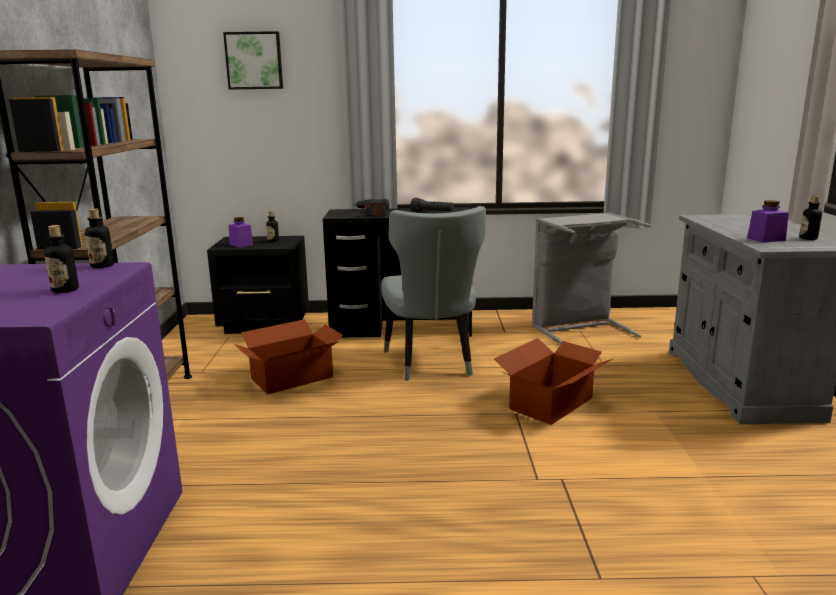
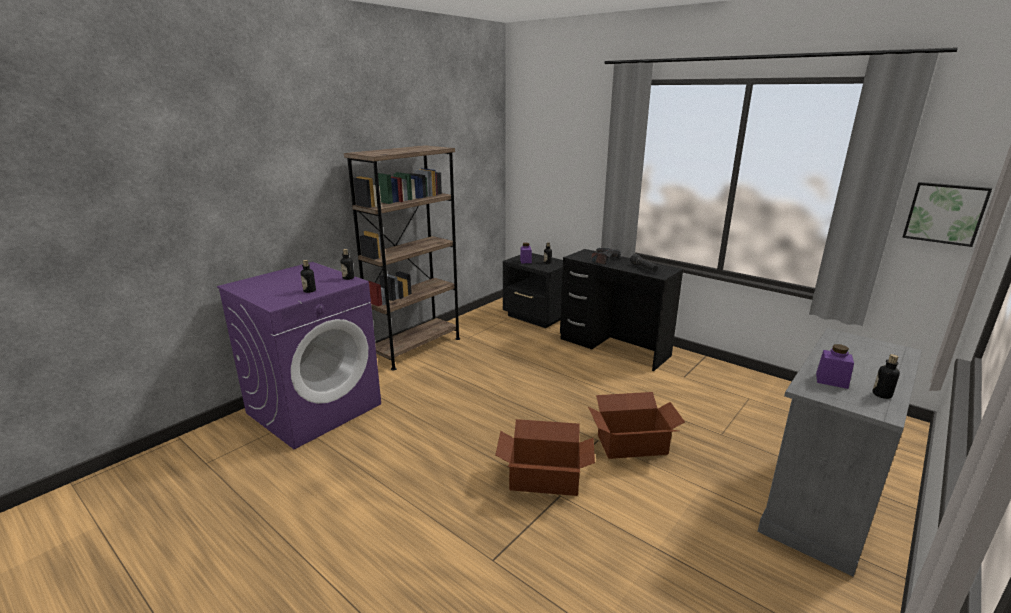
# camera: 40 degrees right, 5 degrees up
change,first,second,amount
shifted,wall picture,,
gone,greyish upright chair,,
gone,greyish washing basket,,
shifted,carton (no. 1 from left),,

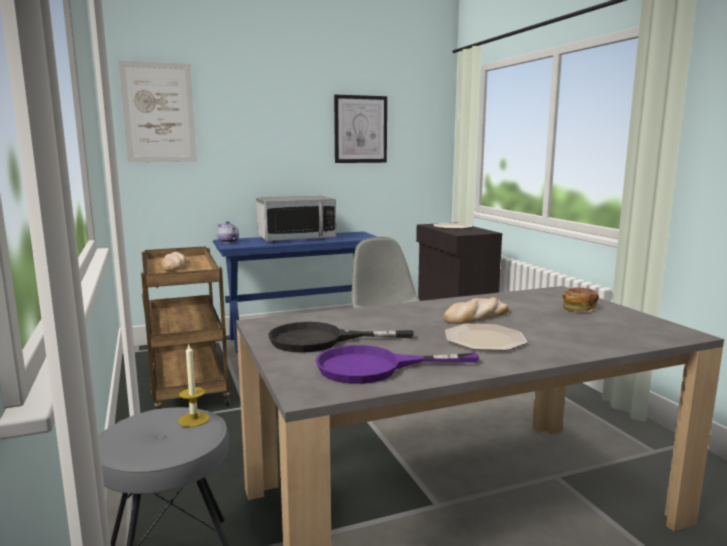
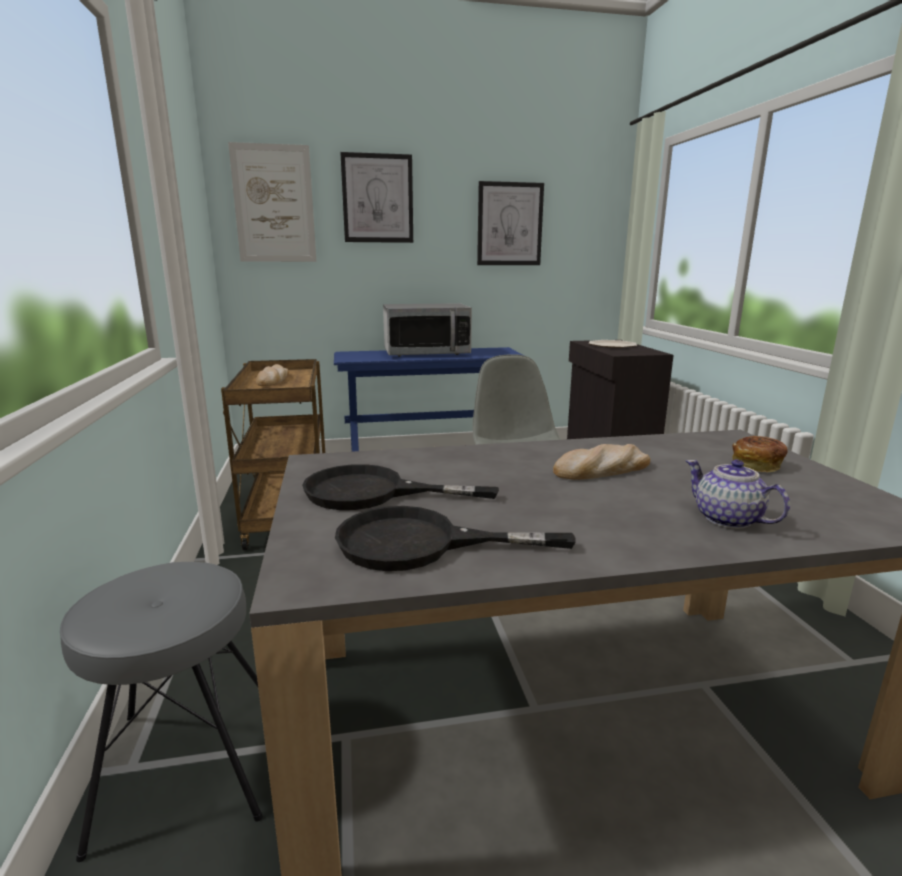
# camera: 10 degrees right, 5 degrees up
change,first,second,amount
shifted,tea pot,,
gone,plate (no. 2 from left),,
gone,wax candle,,
repainted,purple skillet,black skillet (no. 2 from left),
new,,wall picture (no. 2 from left),

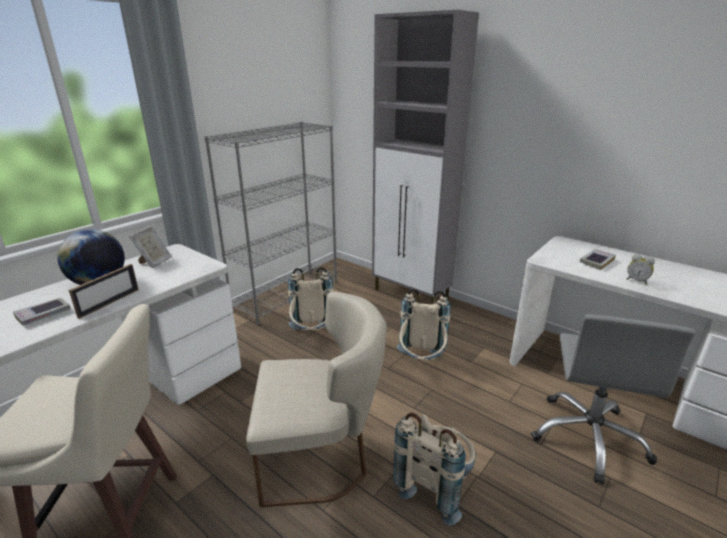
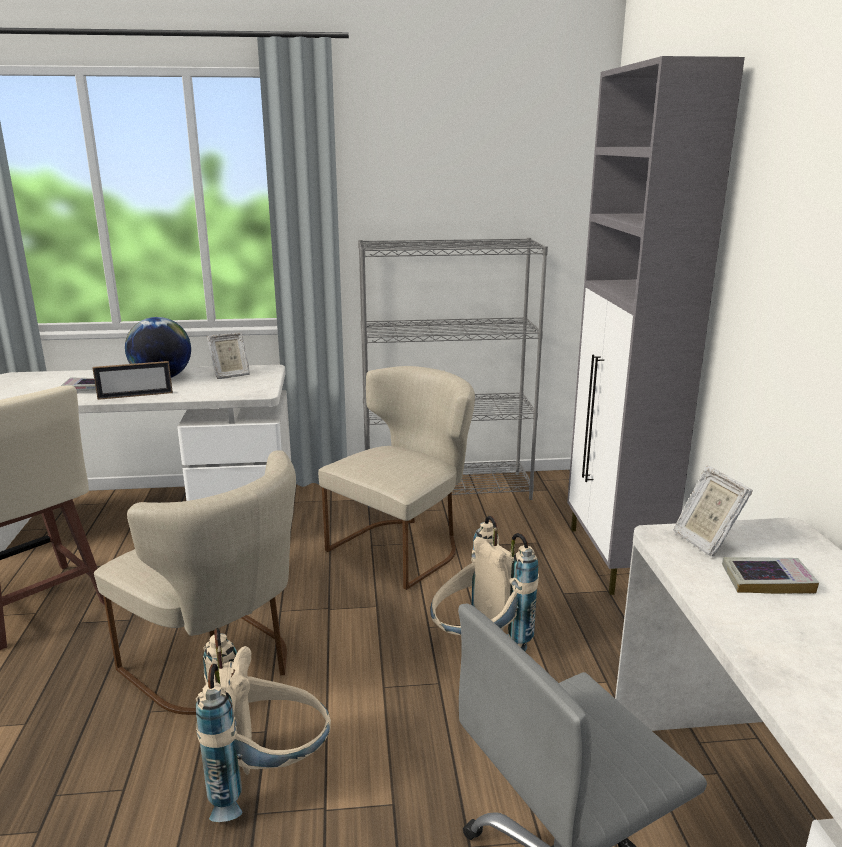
# camera: 45 degrees right, 5 degrees down
change,first,second,amount
gone,table clock,,
swapped,beige rucksack (no. 1 from left),beige upright chair (no. 2 from left),
new,,photo frame (no. 3 from left),

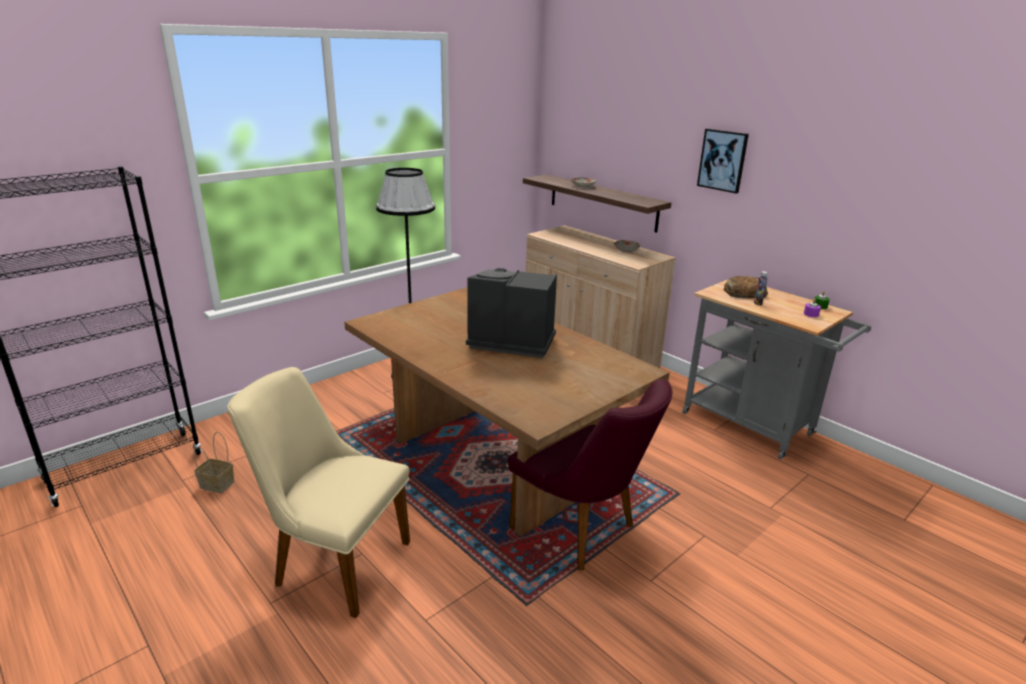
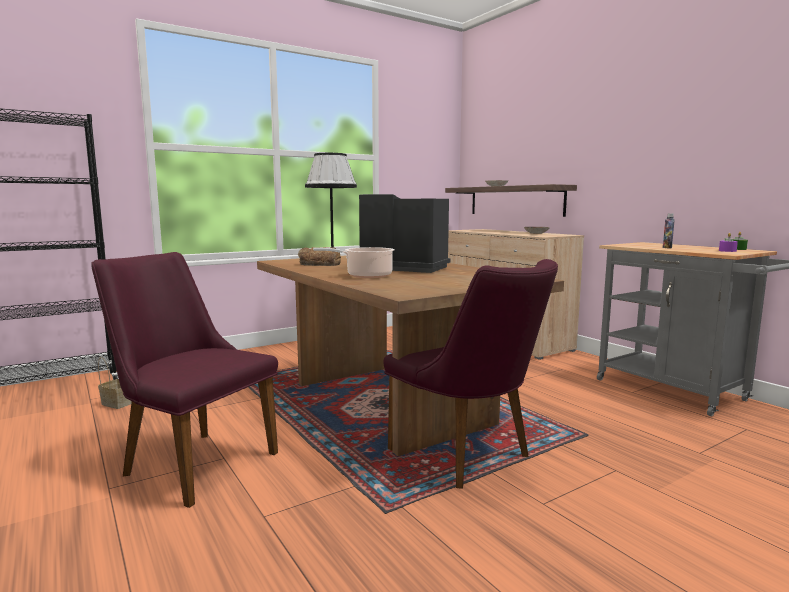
# camera: 10 degrees right, 15 degrees down
change,first,second,amount
gone,wall picture,,
shifted,baked bread,,
repainted,beige upright chair,purple upright chair (no. 1 from left),
new,,saucepot,

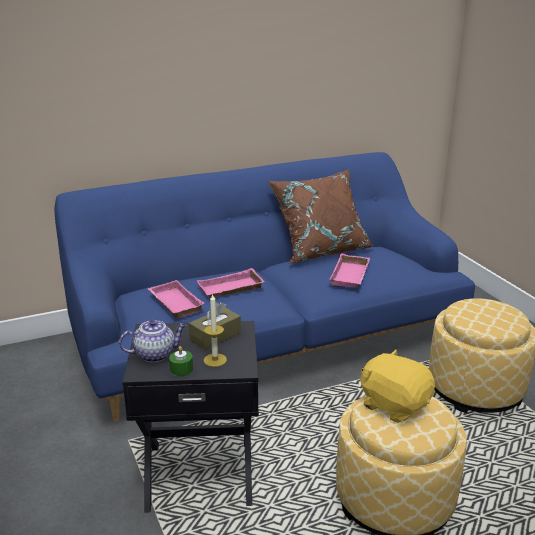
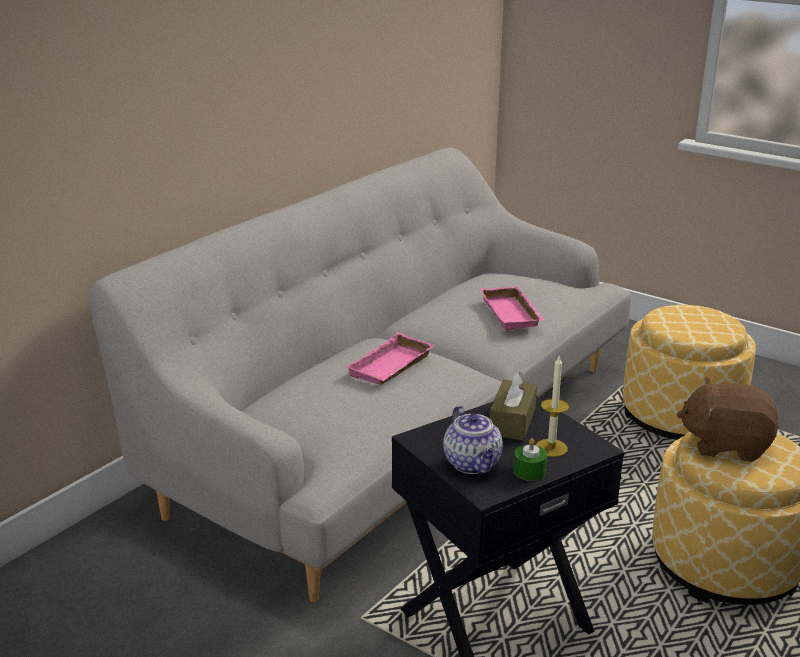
# camera: 30 degrees left, 0 degrees up
change,first,second,amount
repainted,blue-coloured settee,greyish settee,
gone,brownish cushion,,
gone,pinkish serving tray (no. 1 from left),,
rotated,tea pot,,120 degrees clockwise
repainted,yellow-coloured cuddly toy,brownish cuddly toy,

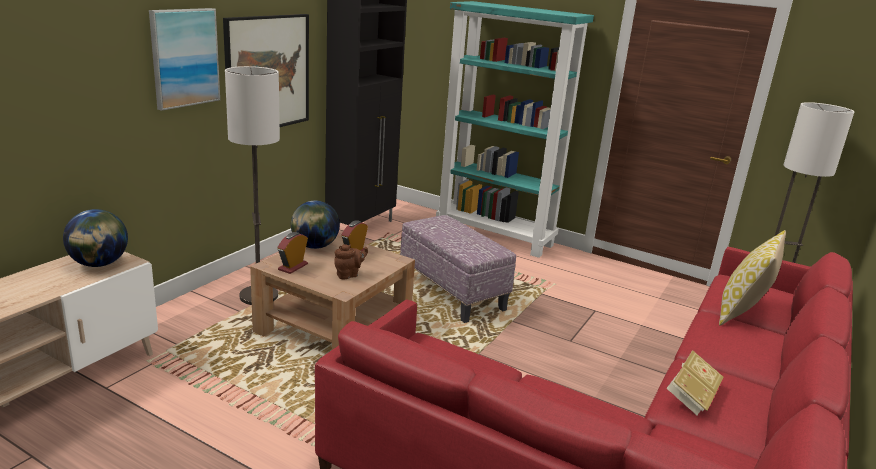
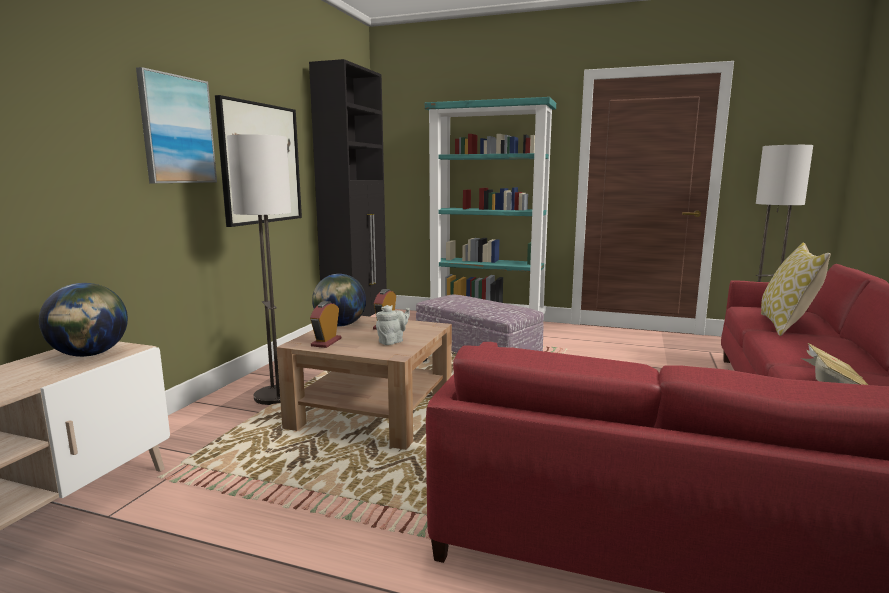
# camera: 10 degrees left, 10 degrees down
change,first,second,amount
repainted,brownish tea pot,greyish tea pot,

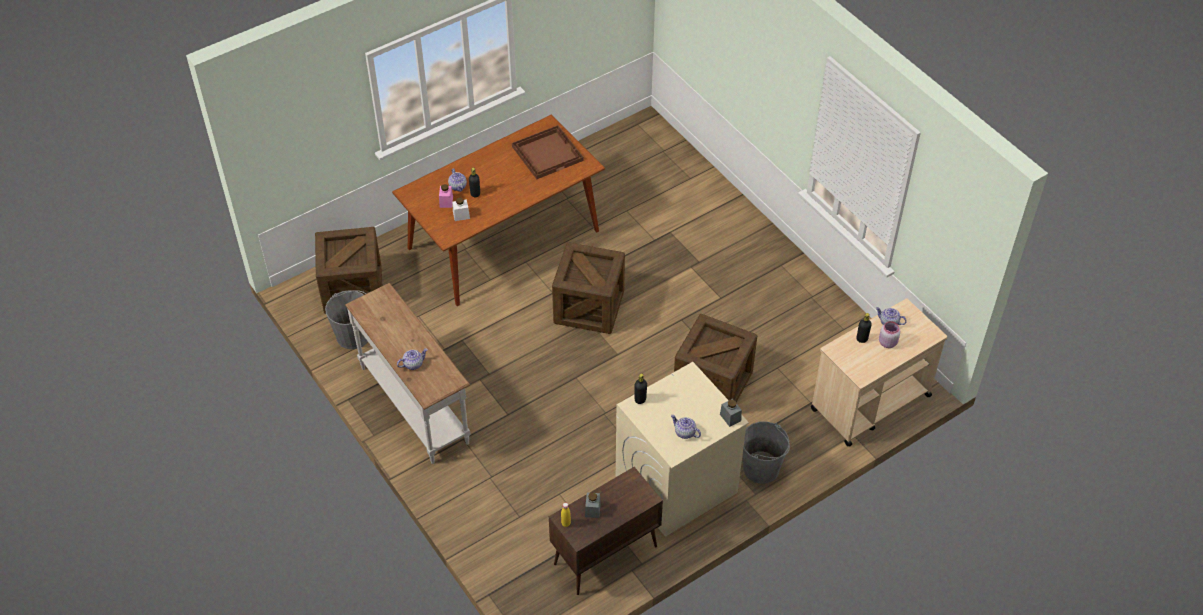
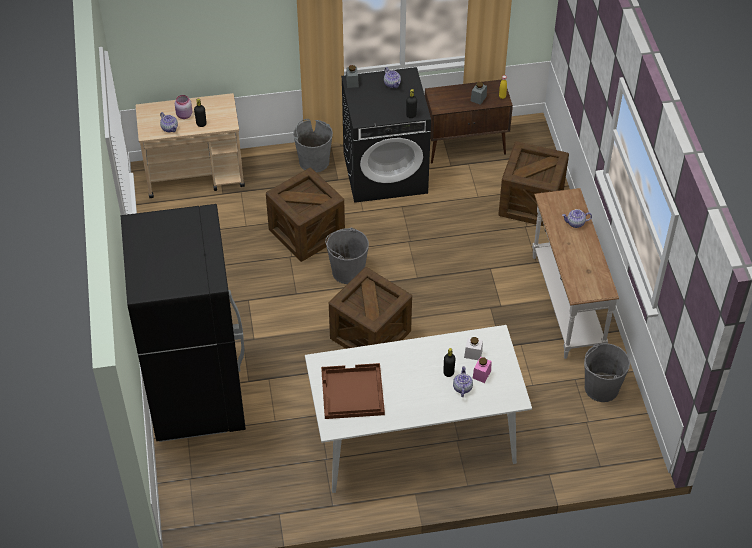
# camera: 155 degrees left, 0 degrees up
change,first,second,amount
repainted,brownish kitchen table,white kitchen table,
shifted,crate (no. 1 from left in the first image),crate (no. 3 from left),
repainted,beige laundry appliance,black laundry appliance,
new,,black refrigerator,
new,,greyish bucket (no. 2 from left),

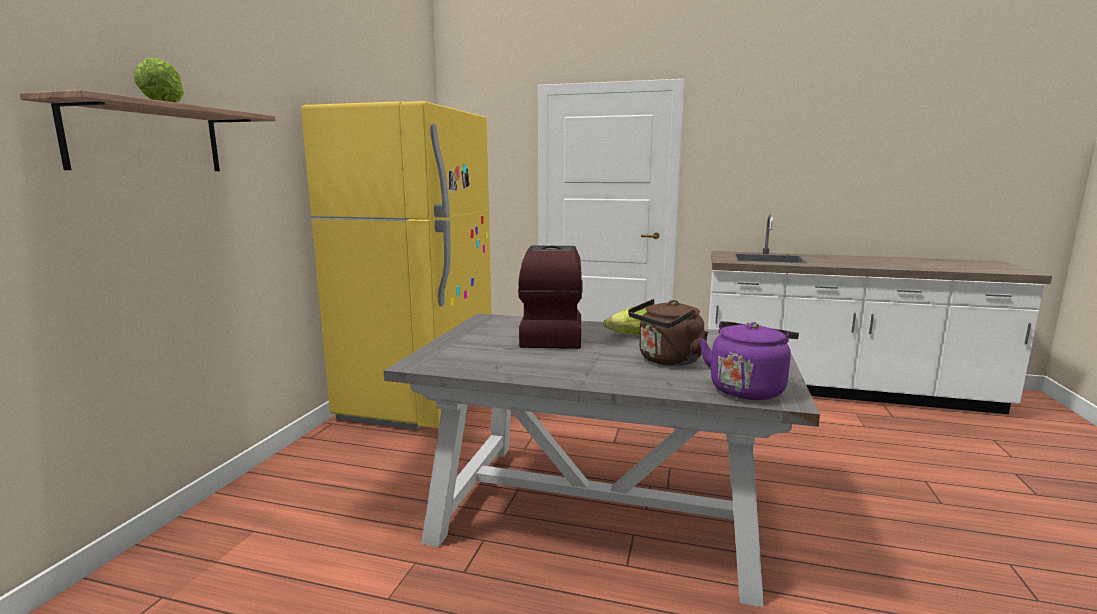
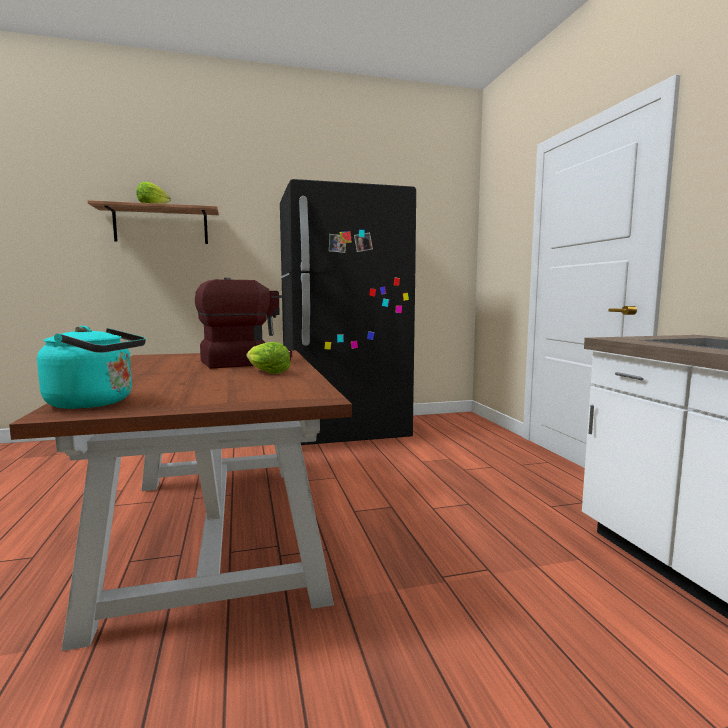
# camera: 60 degrees right, 5 degrees down
change,first,second,amount
repainted,yellow-coloured refrigerator,black refrigerator,
gone,brownish tea kettle,,
repainted,greyish kitchen table,brownish kitchen table,
repainted,purple tea kettle,blue-green tea kettle,

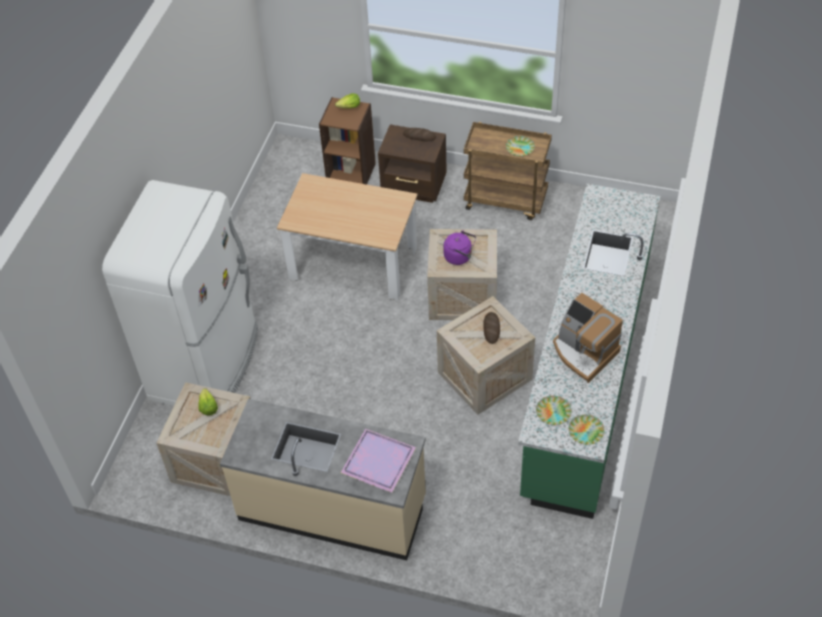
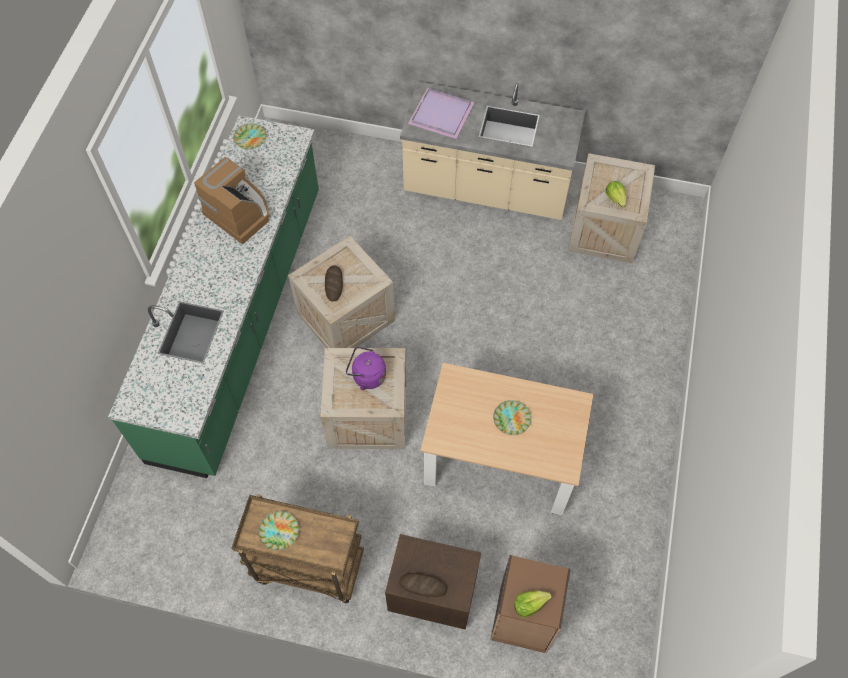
# camera: 175 degrees right, 10 degrees up
change,first,second,amount
gone,white refrigerator,,
shifted,plate (no. 2 from left in the first image),plate (no. 3 from left),

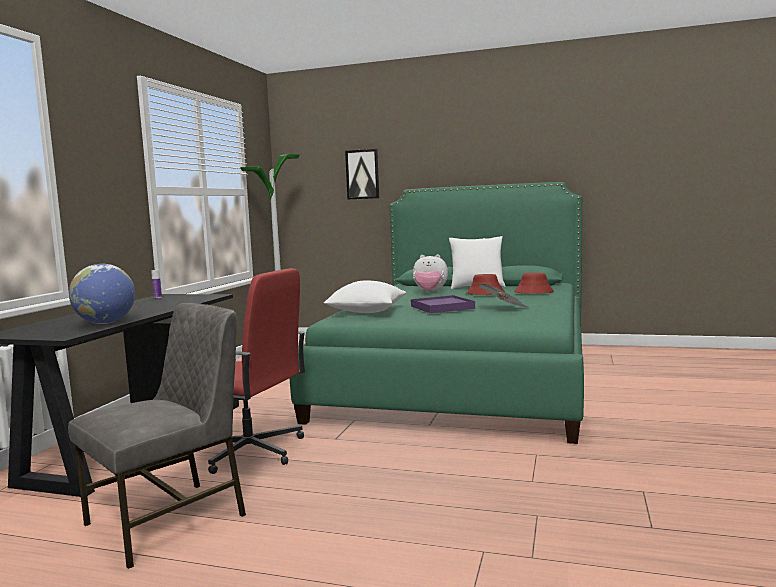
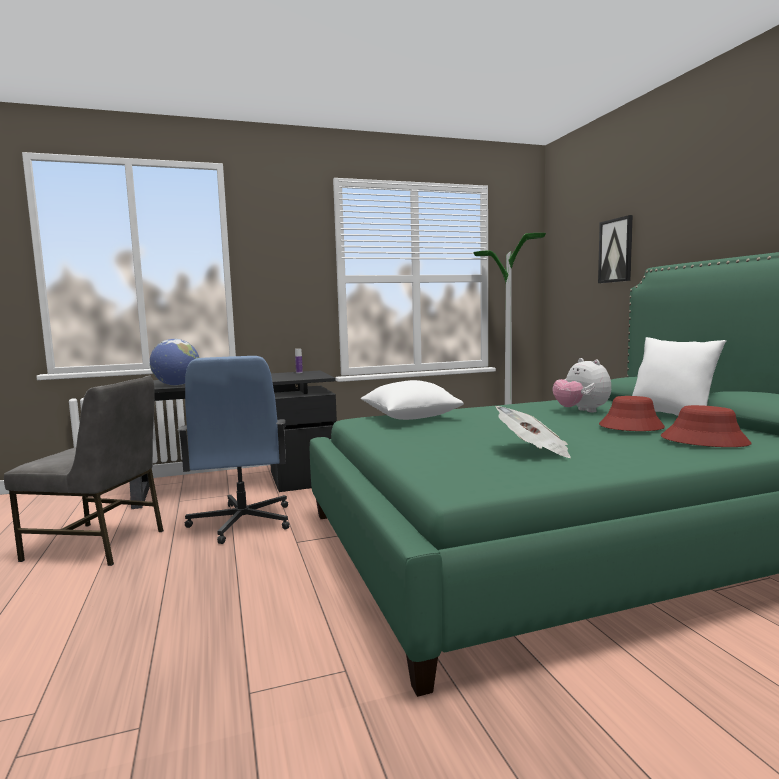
# camera: 55 degrees right, 0 degrees up
change,first,second,amount
repainted,red desk chair,blue-coloured desk chair,
gone,purple serving tray,,

